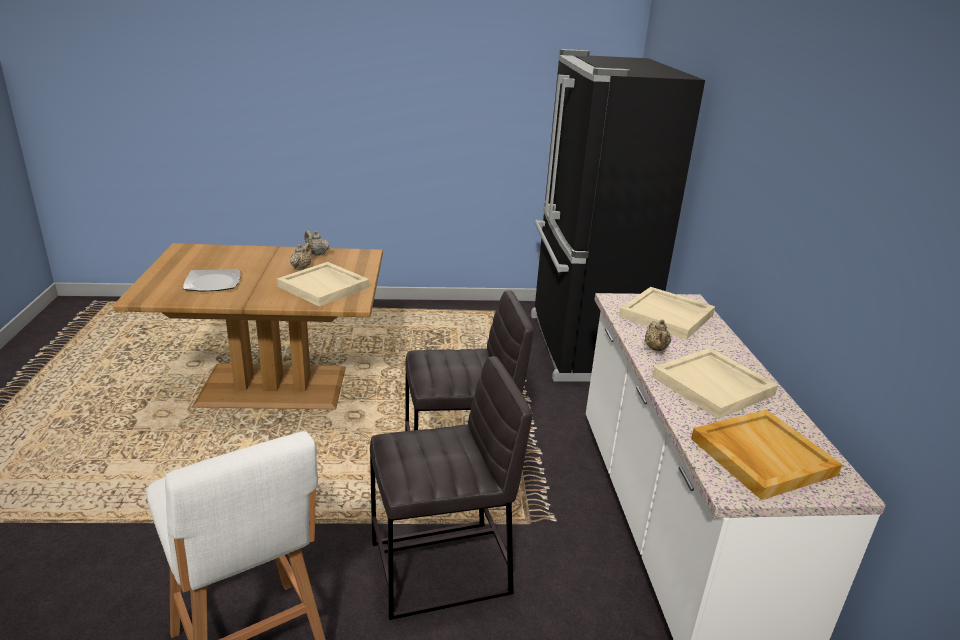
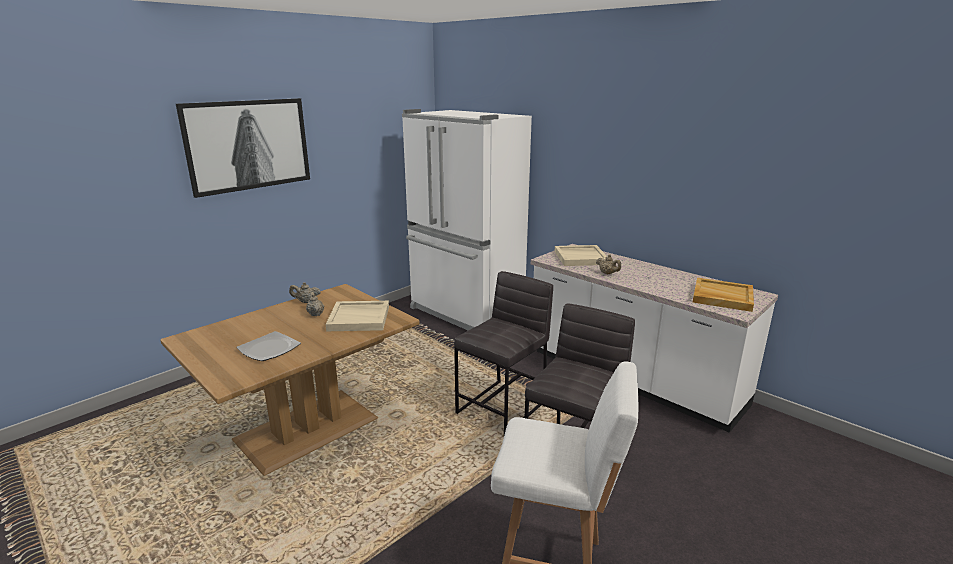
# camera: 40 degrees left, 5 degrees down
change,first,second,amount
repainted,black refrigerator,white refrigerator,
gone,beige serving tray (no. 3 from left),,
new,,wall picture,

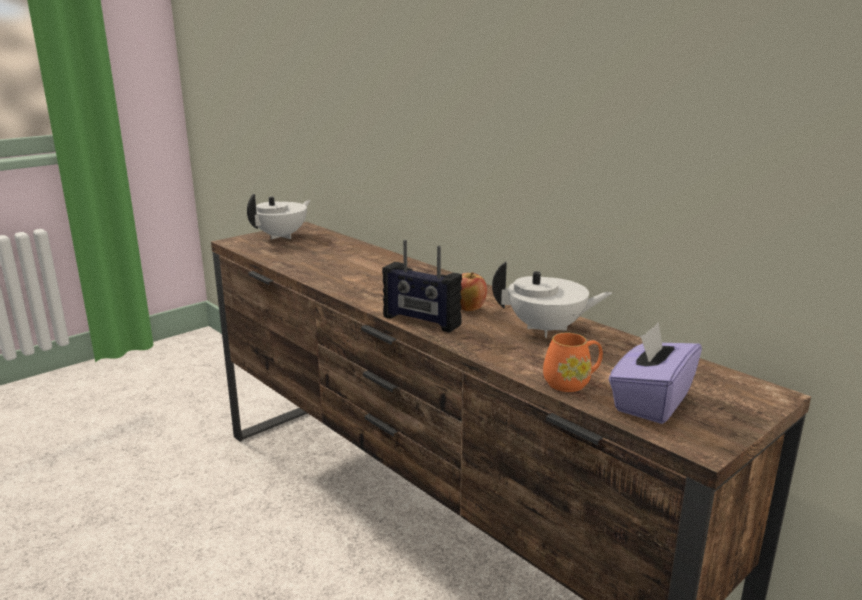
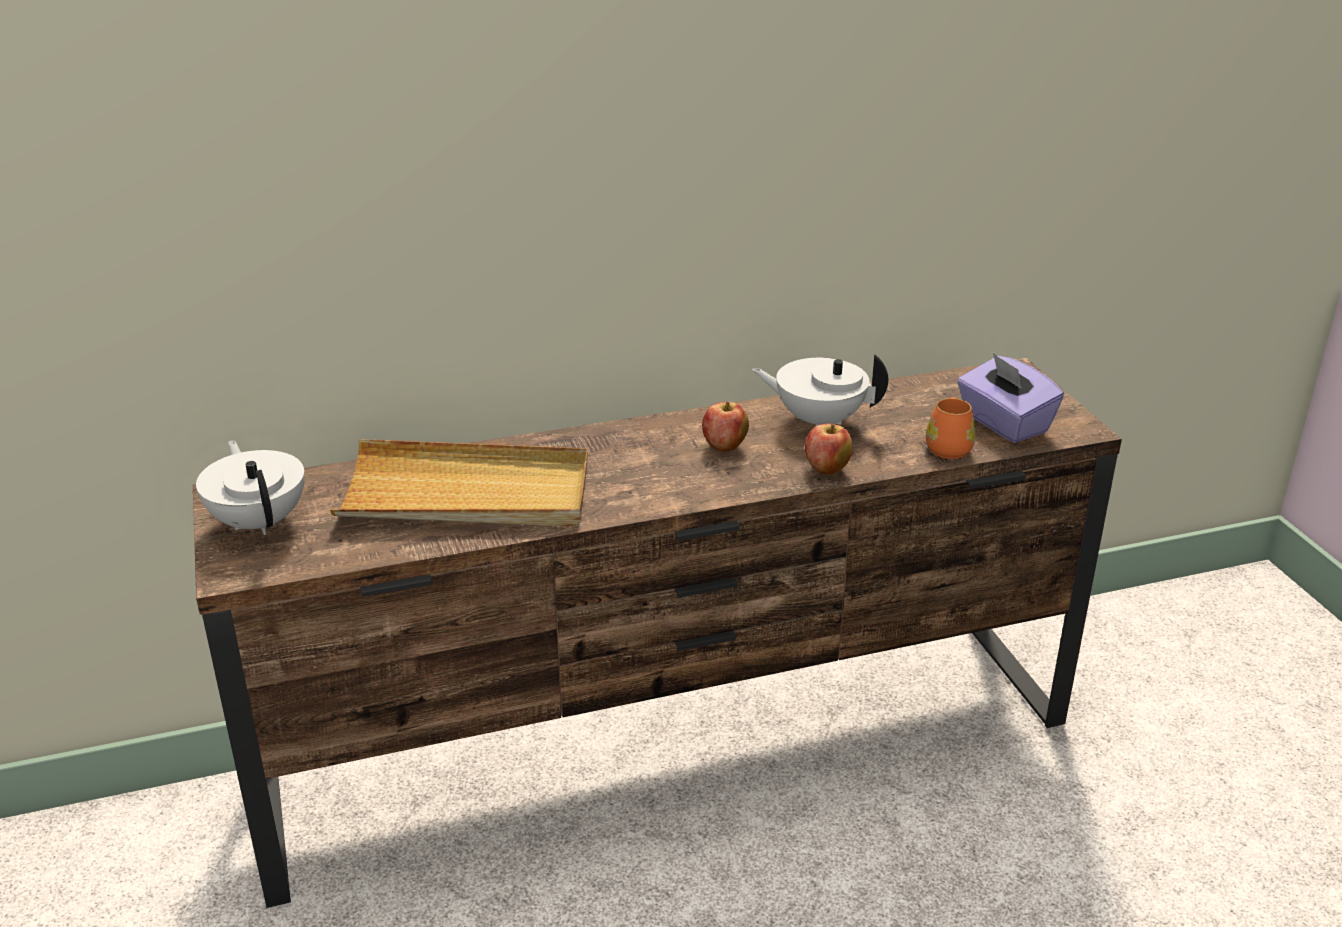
# camera: 65 degrees left, 10 degrees up
change,first,second,amount
gone,radio receiver,,
rotated,white tea pot (no. 2 from left),,105 degrees counterclockwise
new,,whole apple (no. 2 from left),
new,,beige serving tray,

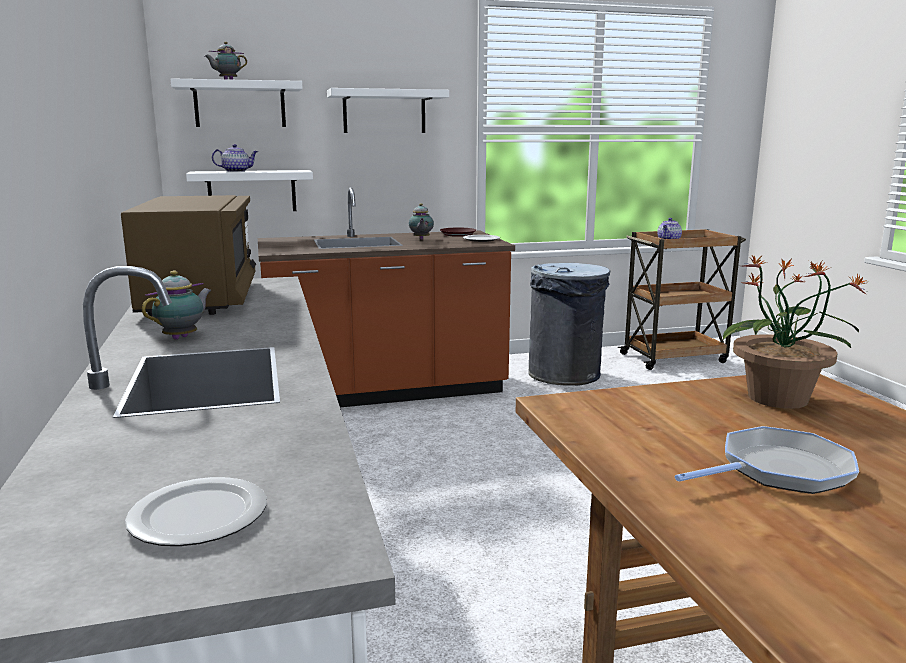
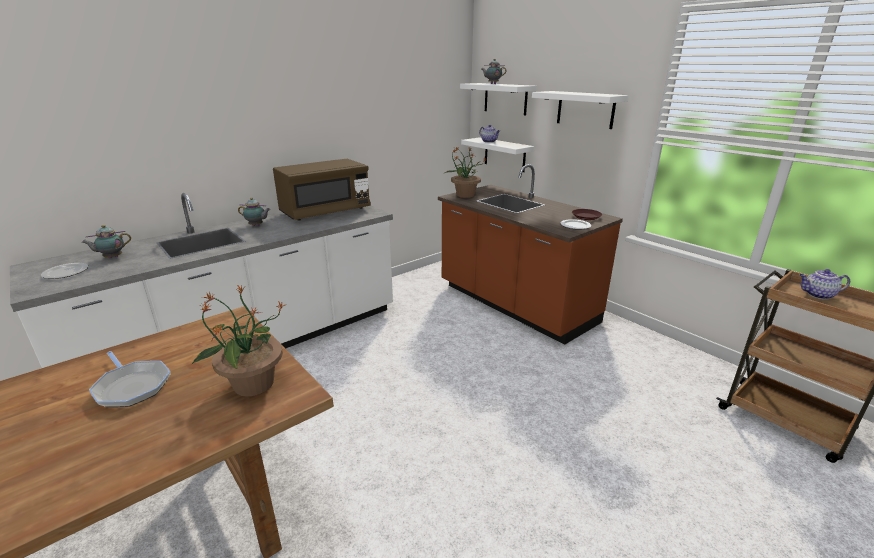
# camera: 65 degrees right, 10 degrees up
change,first,second,amount
shifted,tea pot (no. 4 from left in the first image),tea pot (no. 1 from left),
gone,greyish rubbish bin,,
new,,potted plant (no. 2 from left),

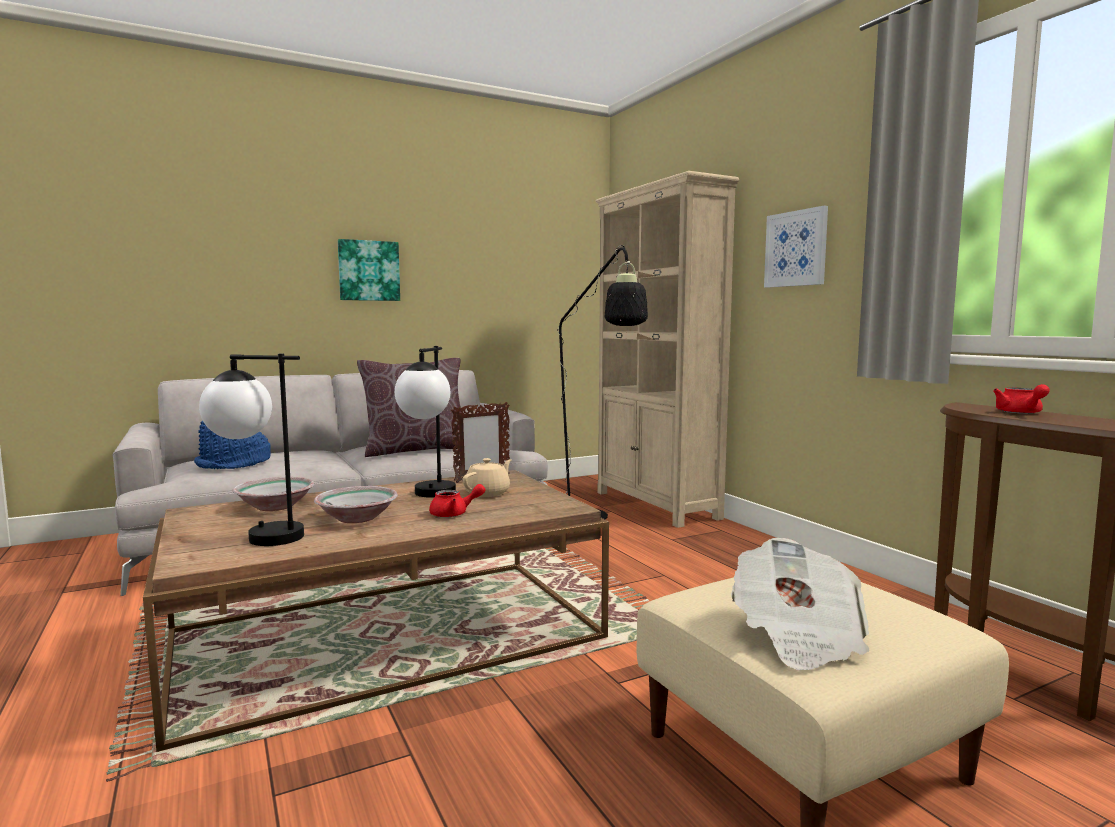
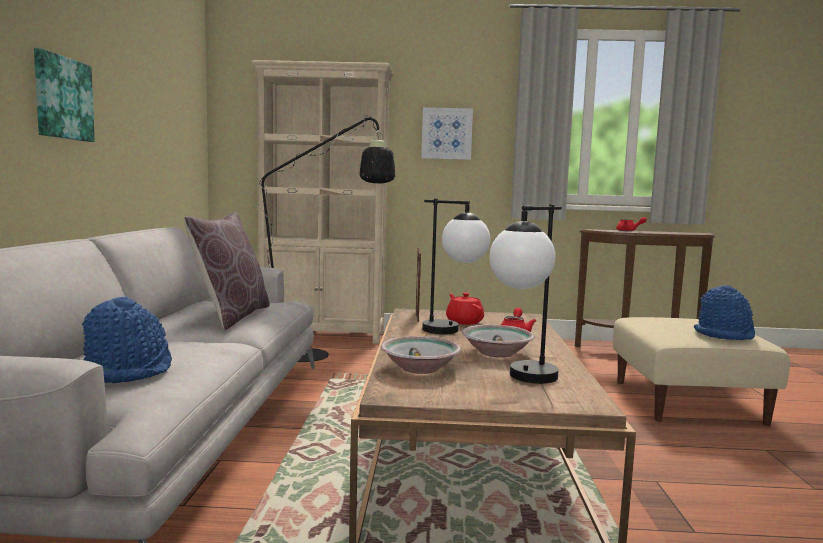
# camera: 60 degrees left, 0 degrees up
change,first,second,amount
repainted,beige tea pot,red tea pot (no. 1 from left),
swapped,printed paper,blue-coloured clothing hat (no. 2 from left),

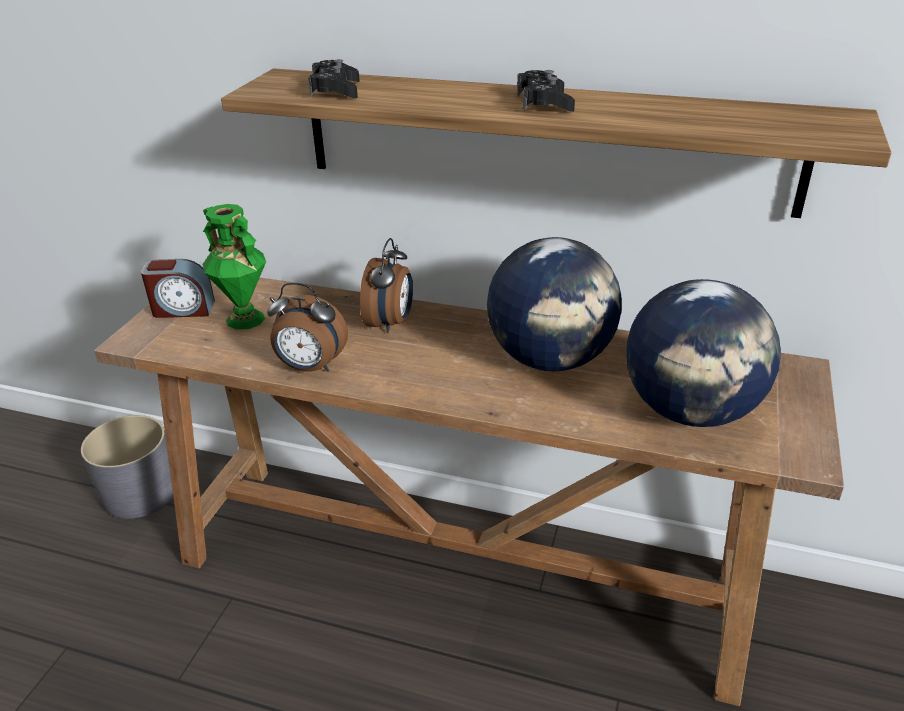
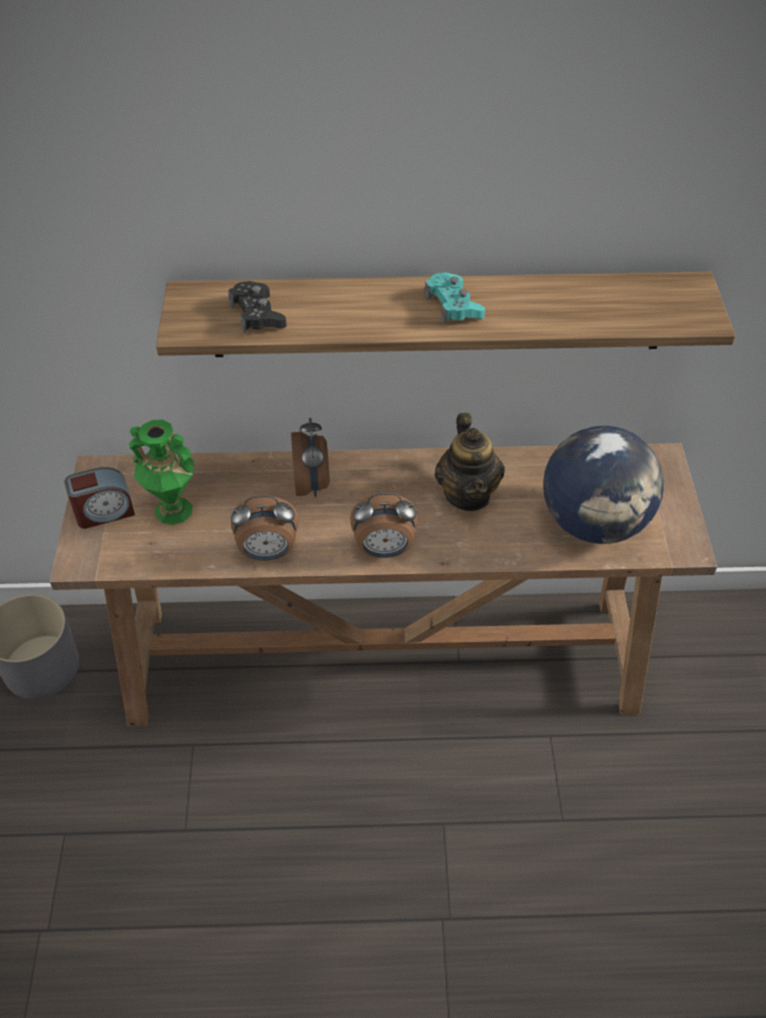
# camera: 20 degrees left, 15 degrees up
change,first,second,amount
repainted,black gamepad (no. 2 from left),blue-green gamepad,
swapped,globe (no. 1 from left),tea pot,
new,,table clock (no. 4 from left),

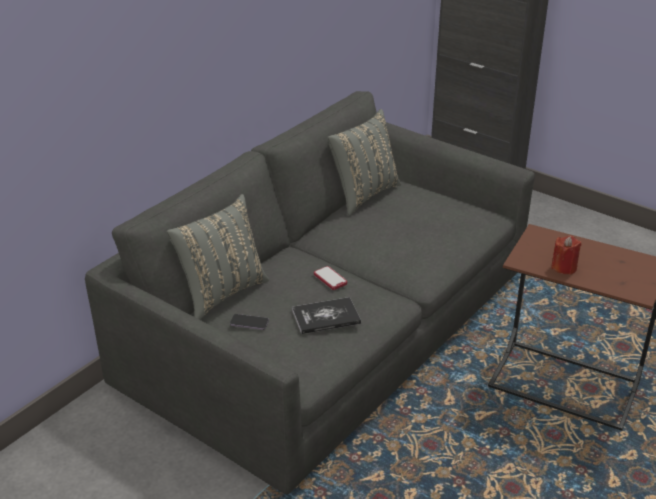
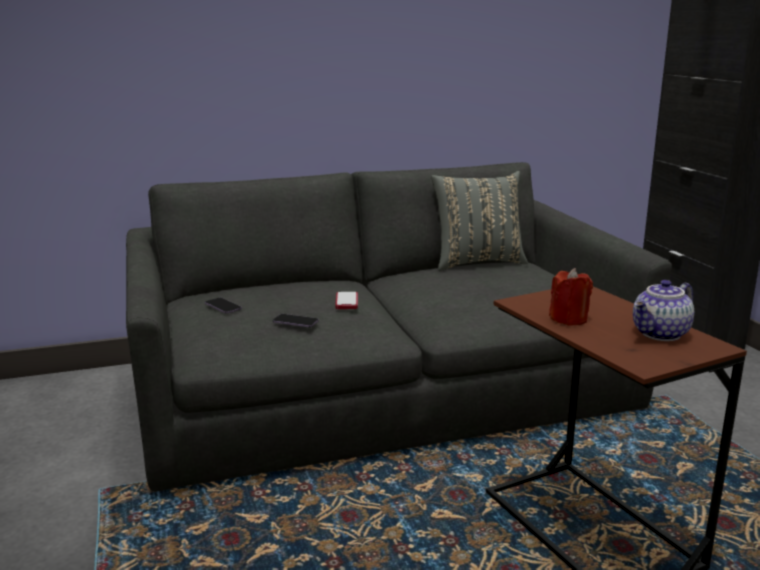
# camera: 35 degrees right, 15 degrees down
change,first,second,amount
gone,greyish cushion (no. 1 from left),,
swapped,bound book,handset (no. 2 from left),
new,,tea pot,

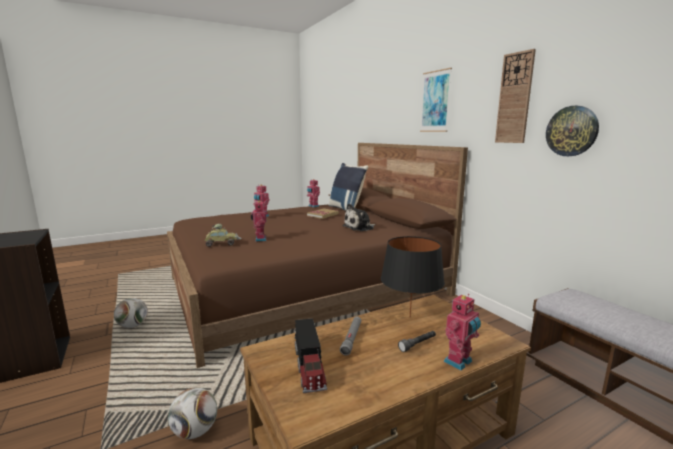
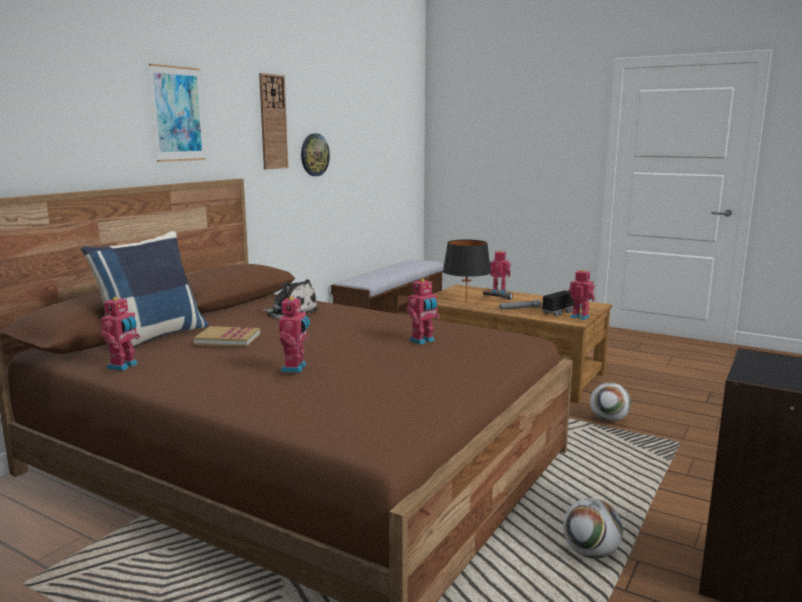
# camera: 120 degrees left, 0 degrees up
change,first,second,amount
gone,toy car,,
new,,robot figure (no. 5 from left),

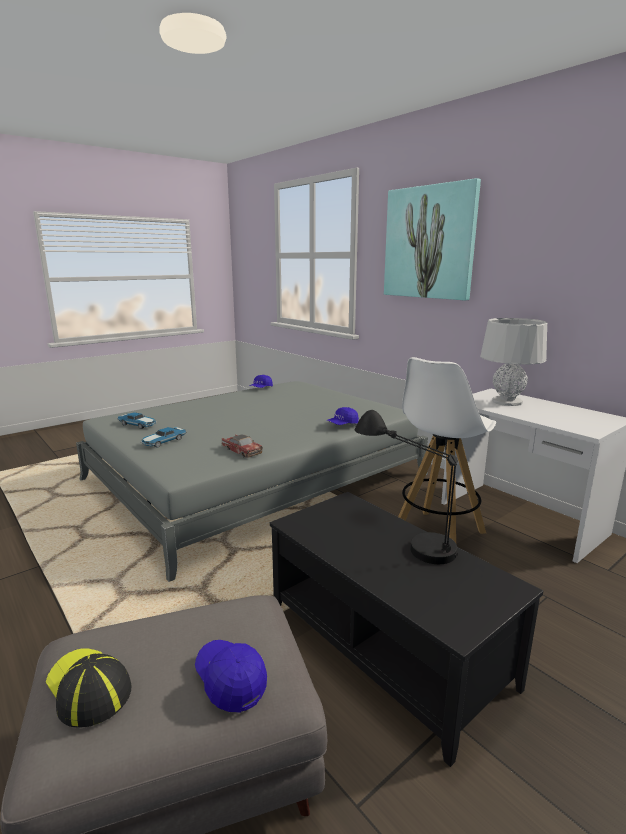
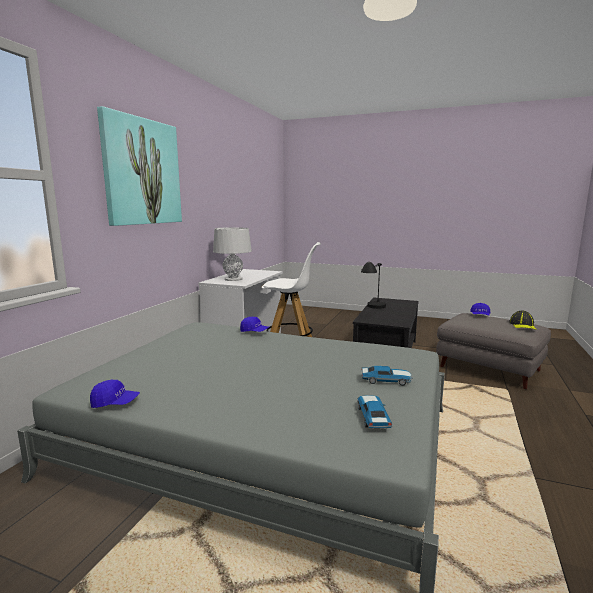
# camera: 120 degrees left, 5 degrees down
change,first,second,amount
gone,toy car (no. 3 from left),,

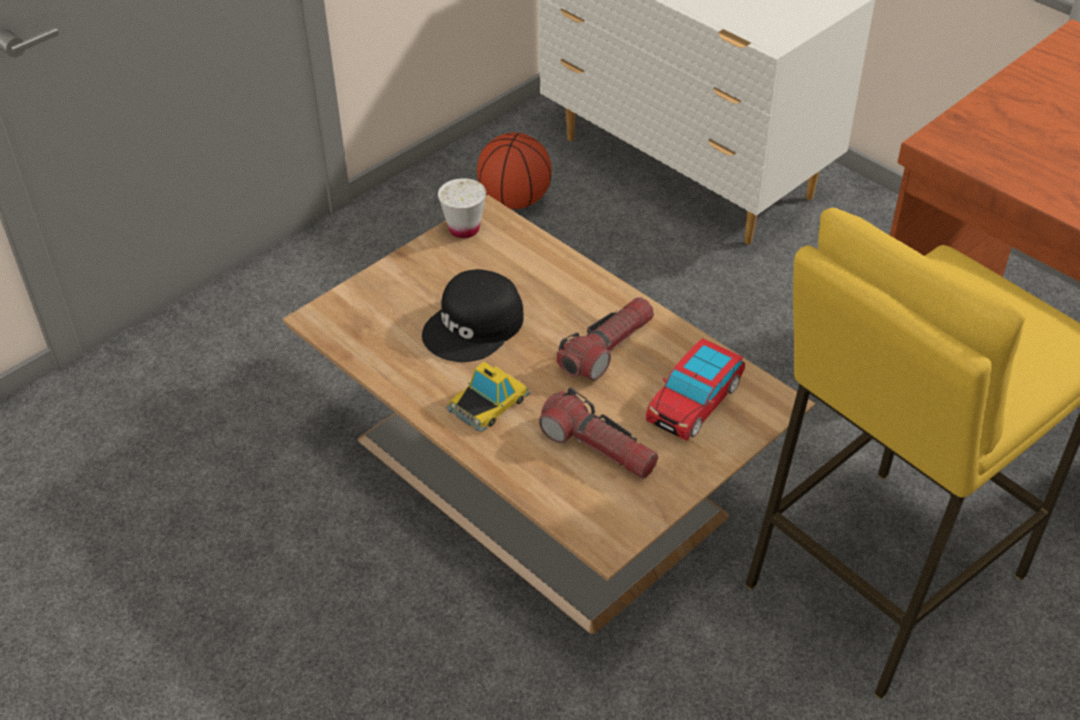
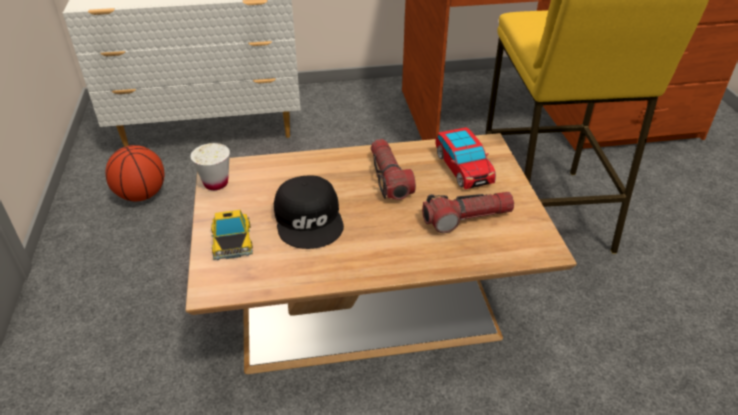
# camera: 55 degrees left, 5 degrees down
change,first,second,amount
shifted,toy car (no. 1 from left),,

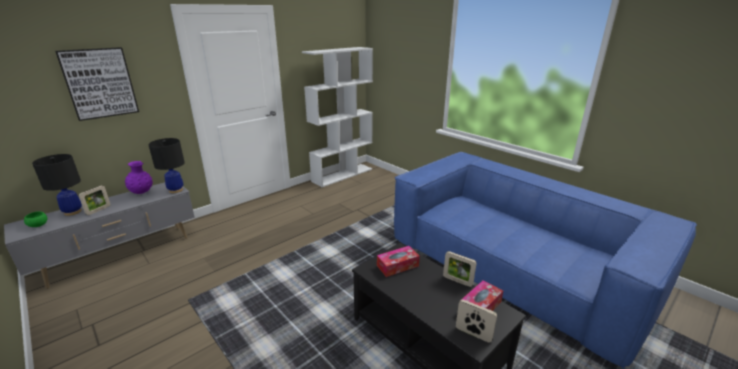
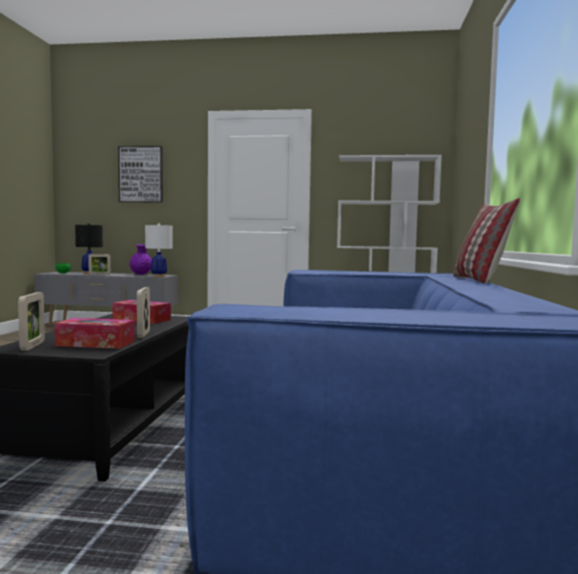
# camera: 50 degrees right, 20 degrees down
change,first,second,amount
repainted,black lamp for a table (no. 2 from left),white lamp for a table,
new,,cushion,

